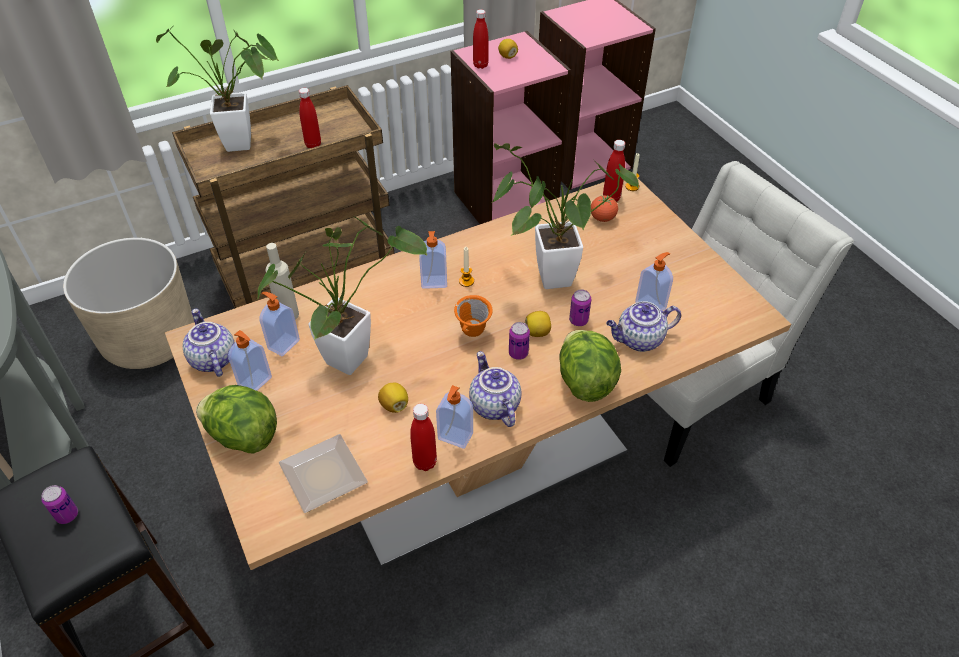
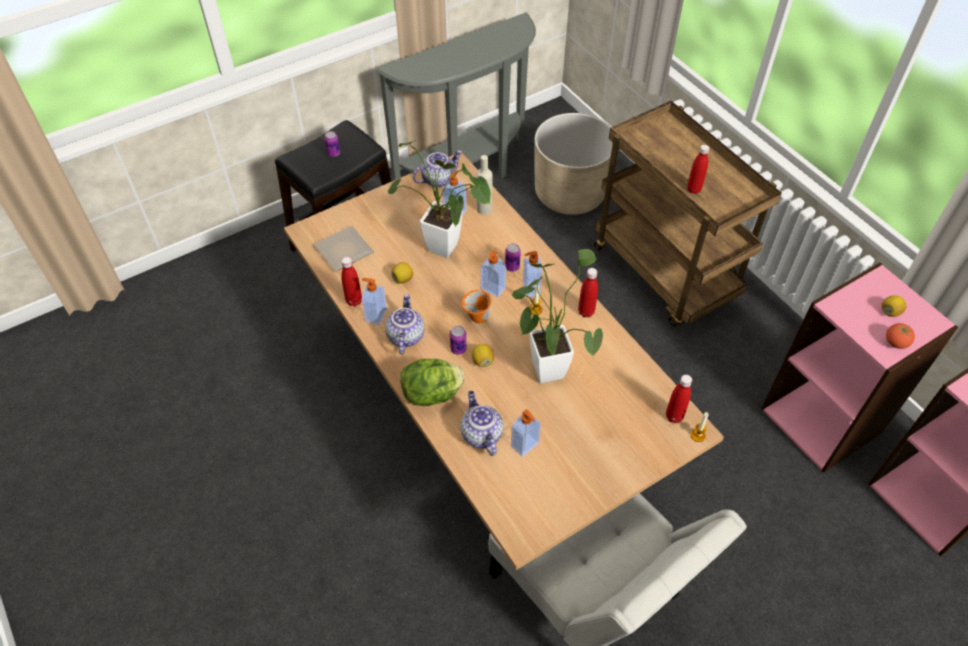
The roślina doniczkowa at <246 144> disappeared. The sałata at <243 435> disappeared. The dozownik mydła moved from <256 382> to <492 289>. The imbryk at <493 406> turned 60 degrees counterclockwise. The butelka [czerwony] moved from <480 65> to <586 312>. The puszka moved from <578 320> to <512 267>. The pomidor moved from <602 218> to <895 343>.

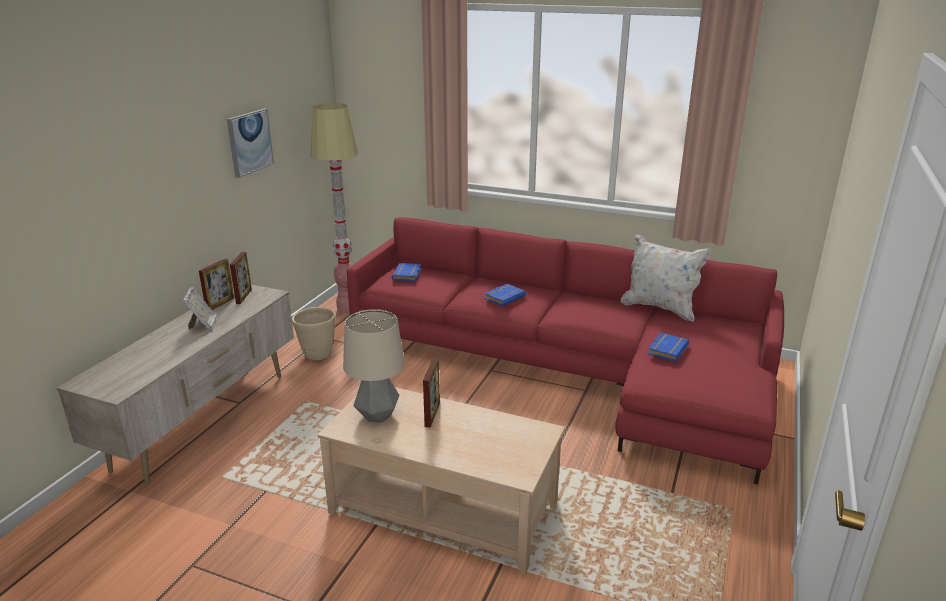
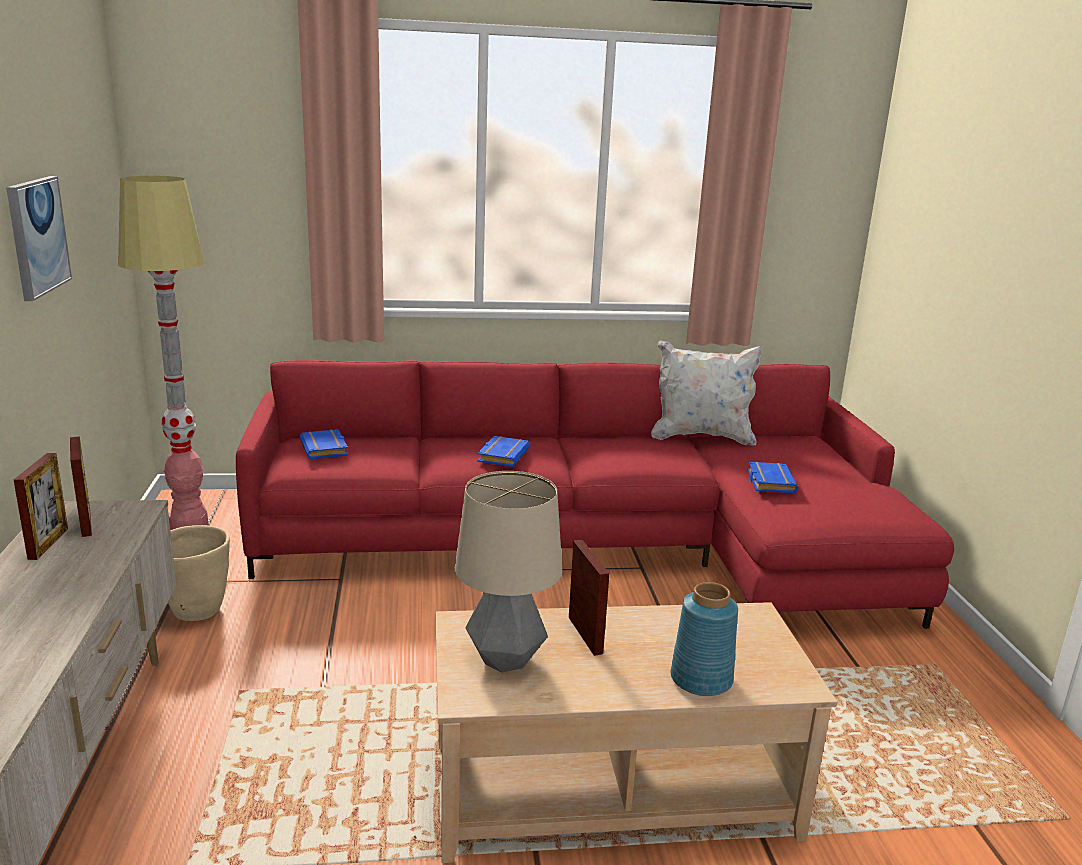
The ramka na zdjęcie at <203 325> disappeared. The wazon [niebieski] at <700 679> appeared.

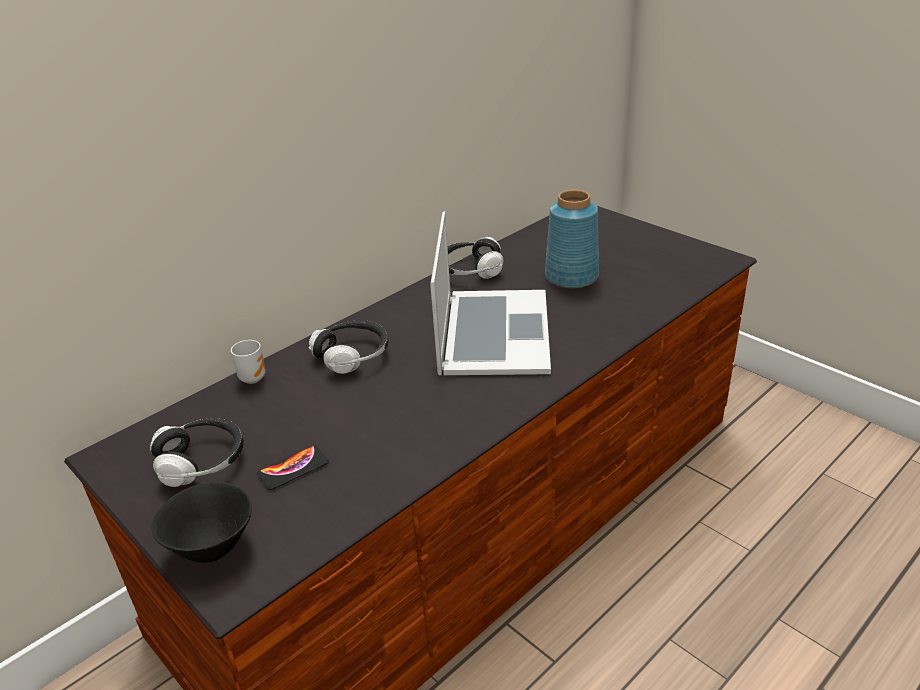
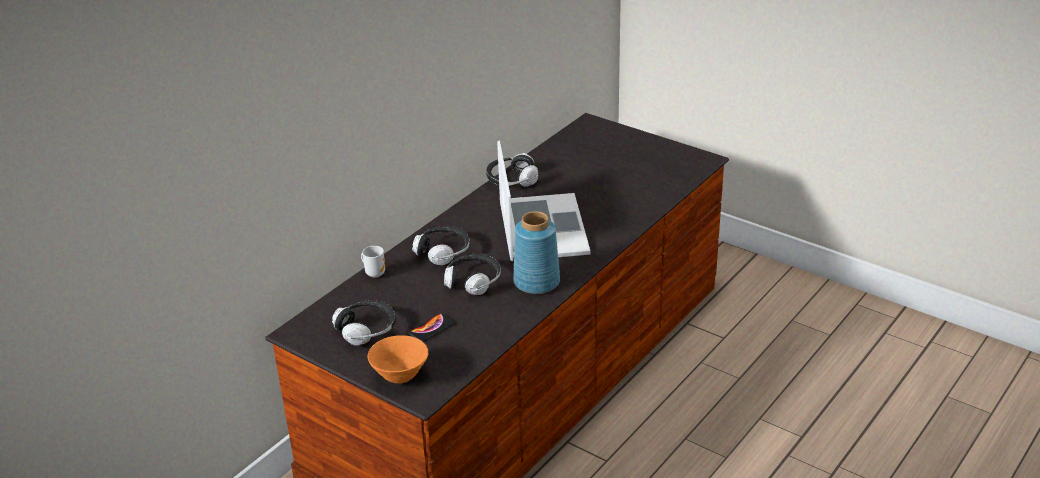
The miska [czarny] at <212 548> became the miska [pomarańczowy] at <400 376>. The wazon [niebieski] moved from <570 277> to <535 282>. The słuchawki at <473 281> appeared.

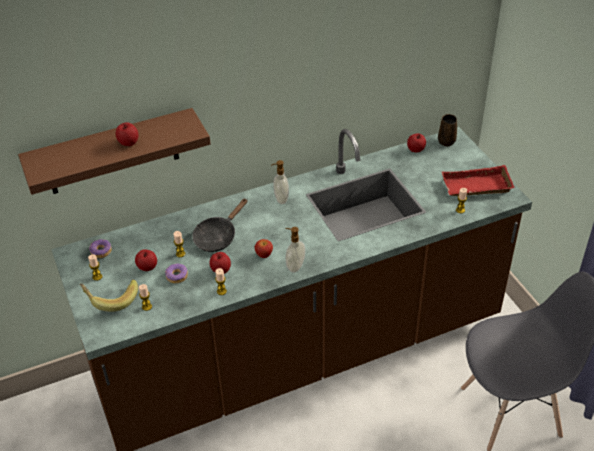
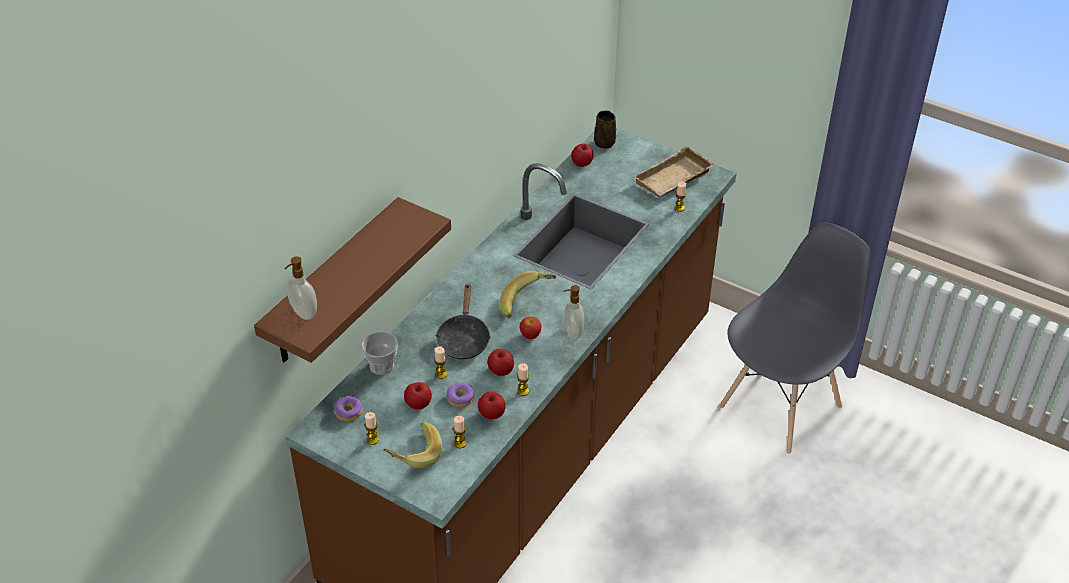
The jabłko moved from <128 142> to <491 414>. The dozownik mydła moved from <280 199> to <303 313>. The taca [czerwony] at <476 187> became the taca [beżowy] at <674 179>. The filiżanka at <381 366> appeared. The banan at <527 303> appeared.

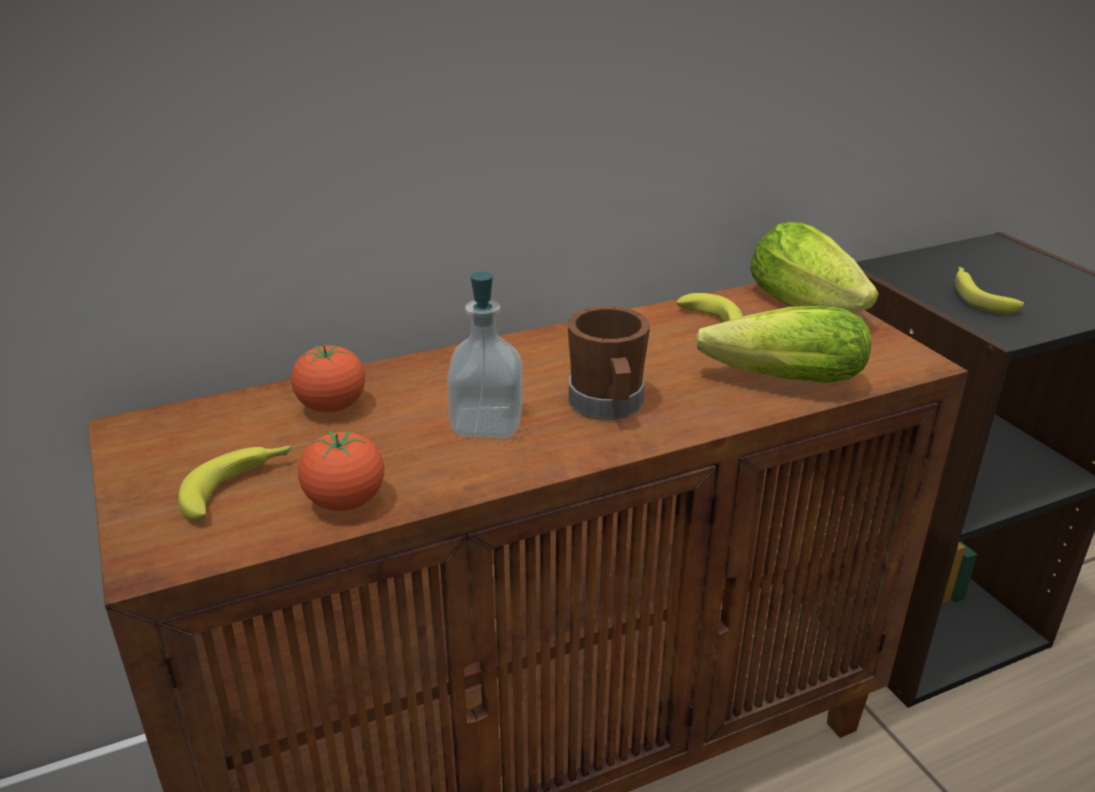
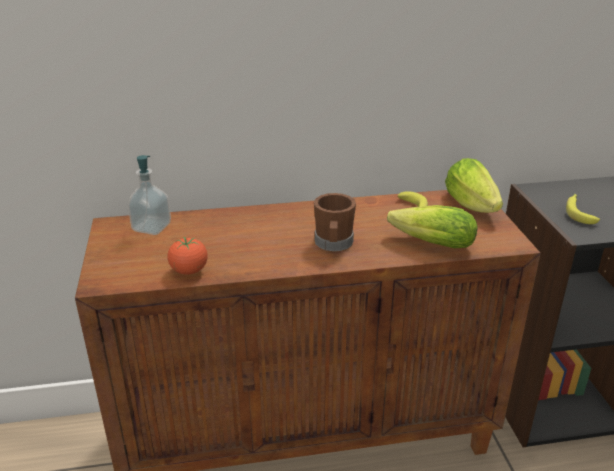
The banan at <239 487> disappeared. The pomidor at <332 407> disappeared. The dozownik mydła moved from <487 424> to <152 227>.

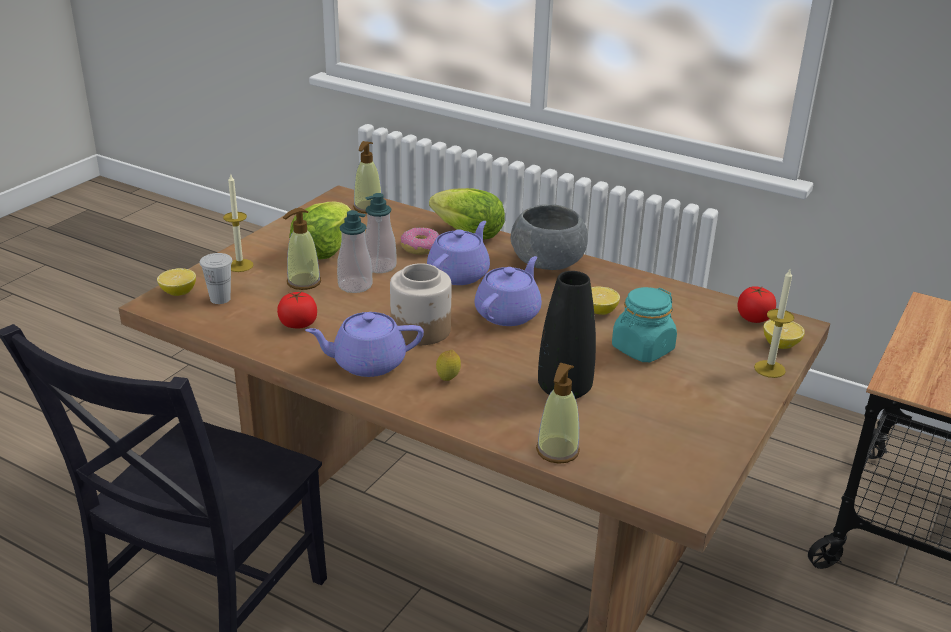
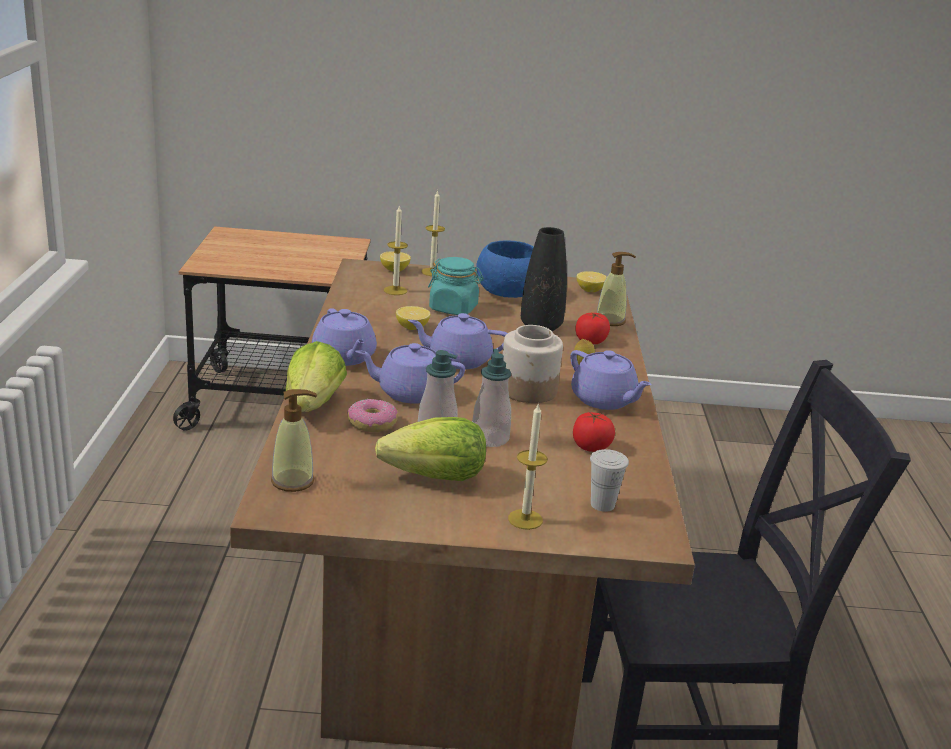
The cytryna moved from <178 292> to <590 290>. The dozownik mydła at <303 282> disappeared. The miska [szary] at <547 263> was replaced by the imbryk [fioletowy] at <344 357>. The pomidor moved from <754 318> to <591 341>. The świeca at <395 290> appeared. The miska [niebieski] at <507 293> appeared.

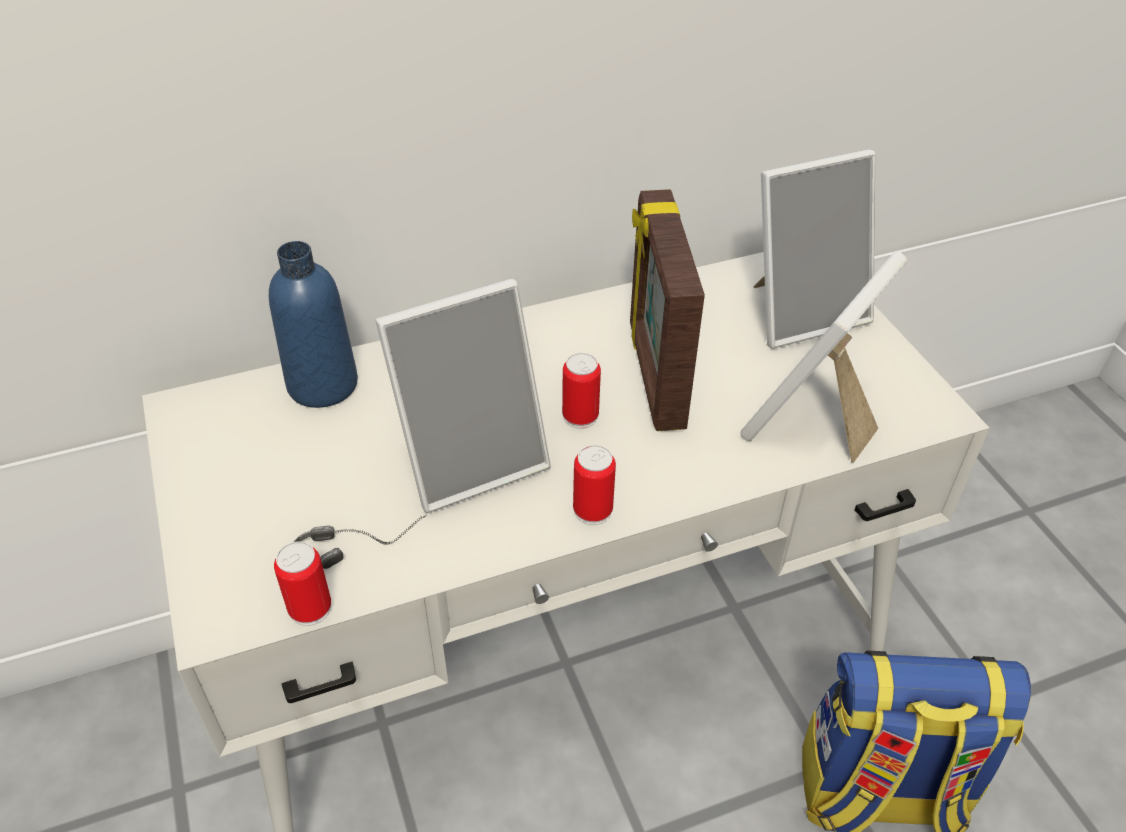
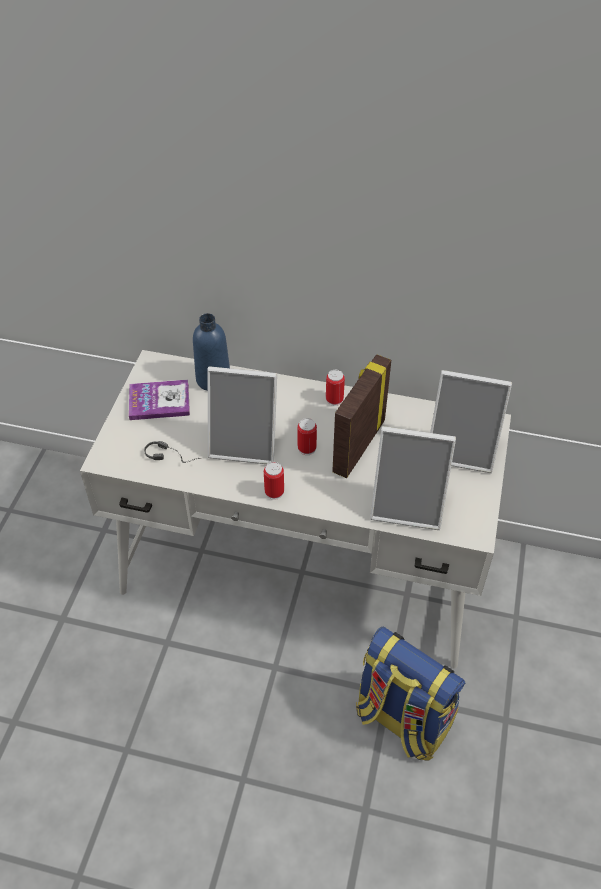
The puszka moved from <310 608> to <334 399>. The ramka na zdjęcie at <811 422> turned 150 degrees counterclockwise. The książka at <159 401> appeared.

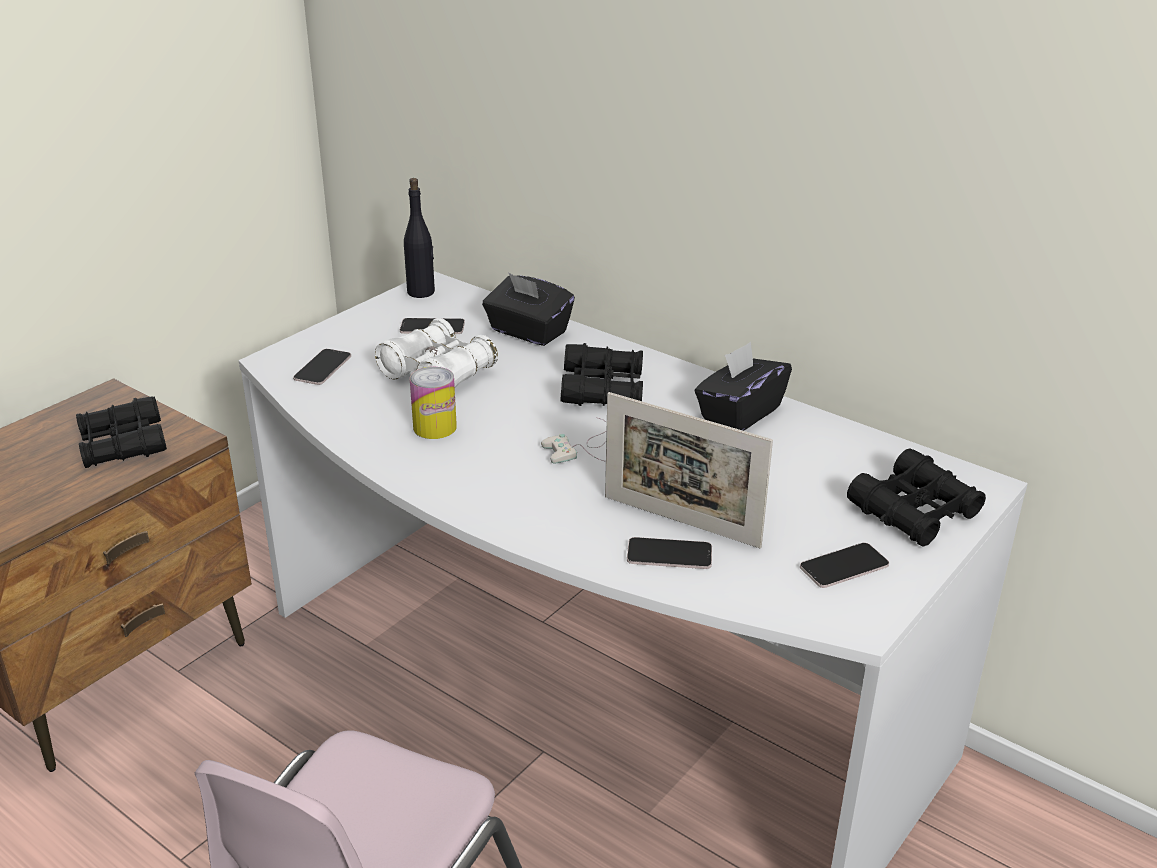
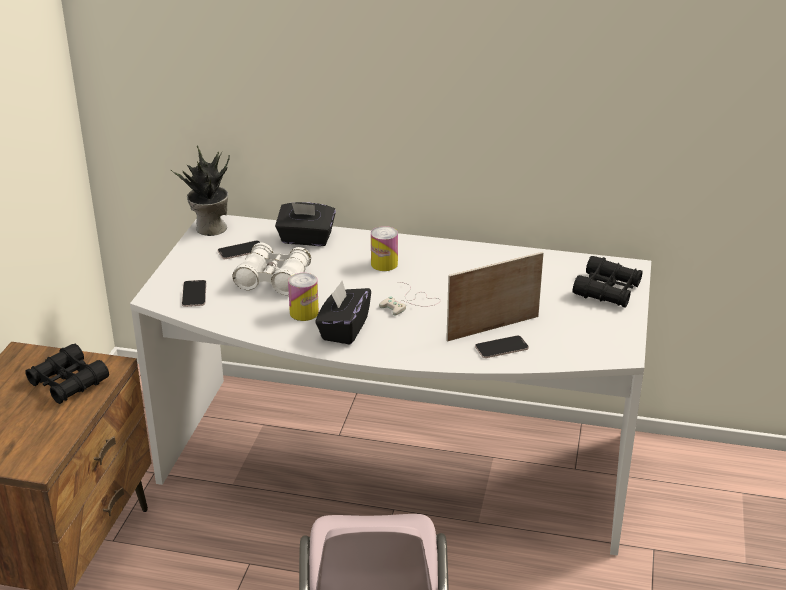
The butelka [czarny] at <421 292> was replaced by the roślina doniczkowa at <210 228>. The lornetka [czarny] at <603 388> was replaced by the puszka at <384 264>. The ramka na zdjęcie at <681 521> turned 150 degrees clockwise. The pudełko chusteczek [czarny] moved from <739 413> to <343 329>. The telefon at <844 566> disappeared.

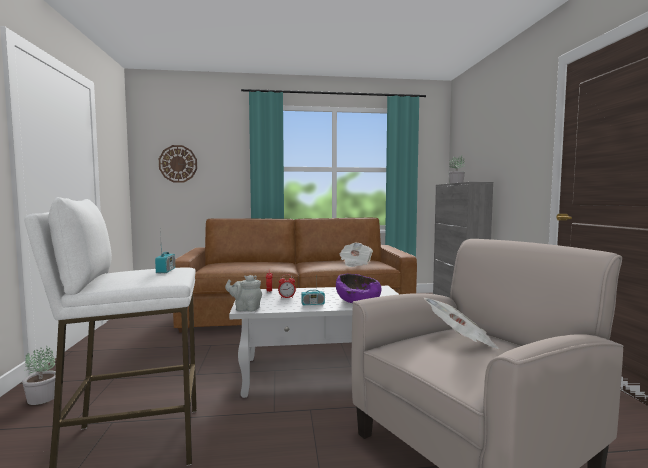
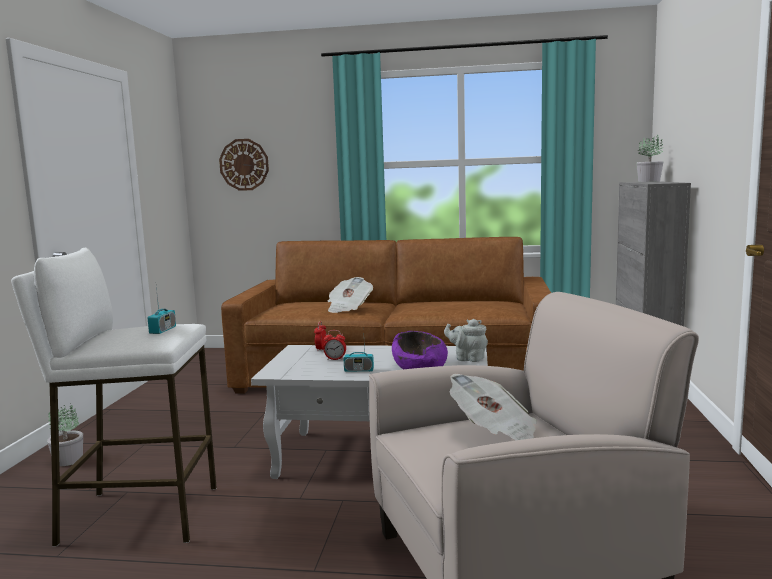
The imbryk [szary] moved from <245 309> to <468 358>. The gazeta moved from <355 264> to <348 308>.

